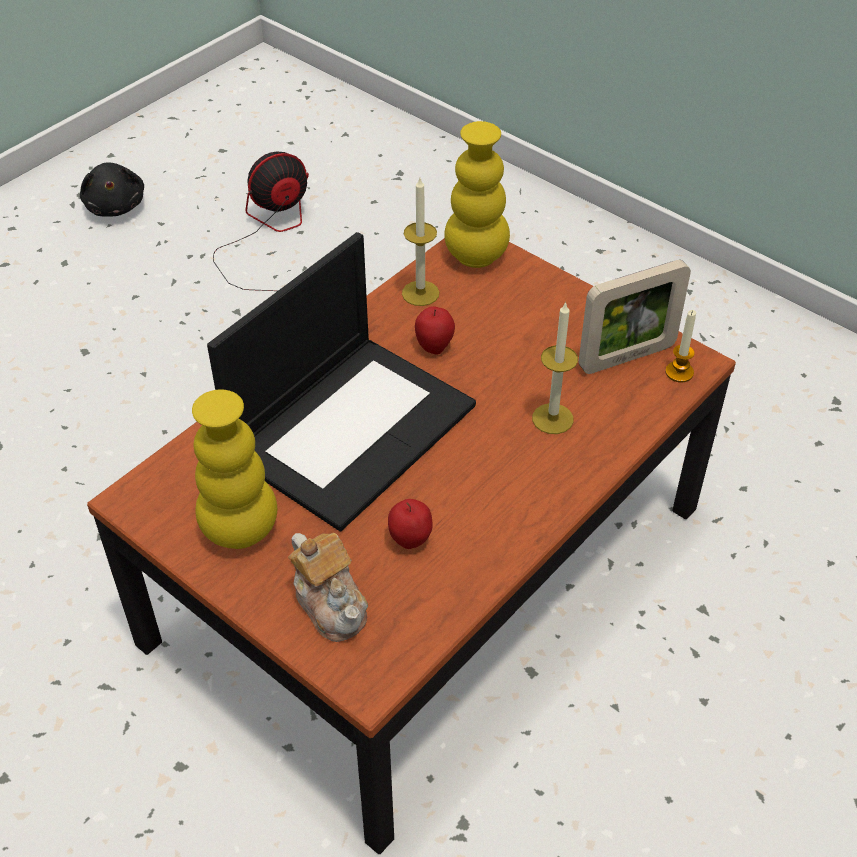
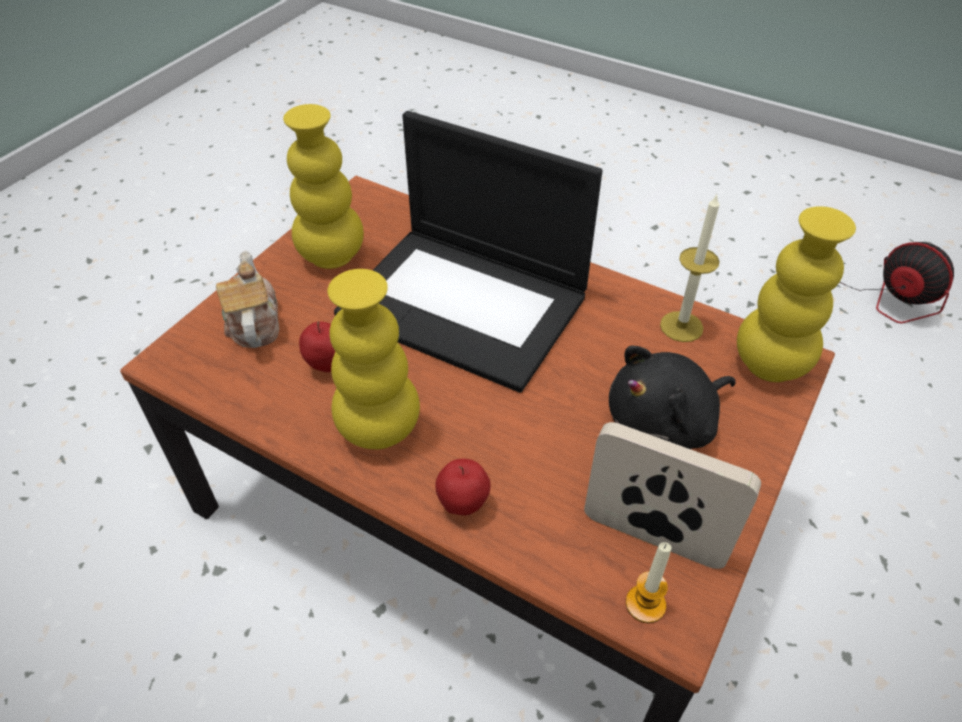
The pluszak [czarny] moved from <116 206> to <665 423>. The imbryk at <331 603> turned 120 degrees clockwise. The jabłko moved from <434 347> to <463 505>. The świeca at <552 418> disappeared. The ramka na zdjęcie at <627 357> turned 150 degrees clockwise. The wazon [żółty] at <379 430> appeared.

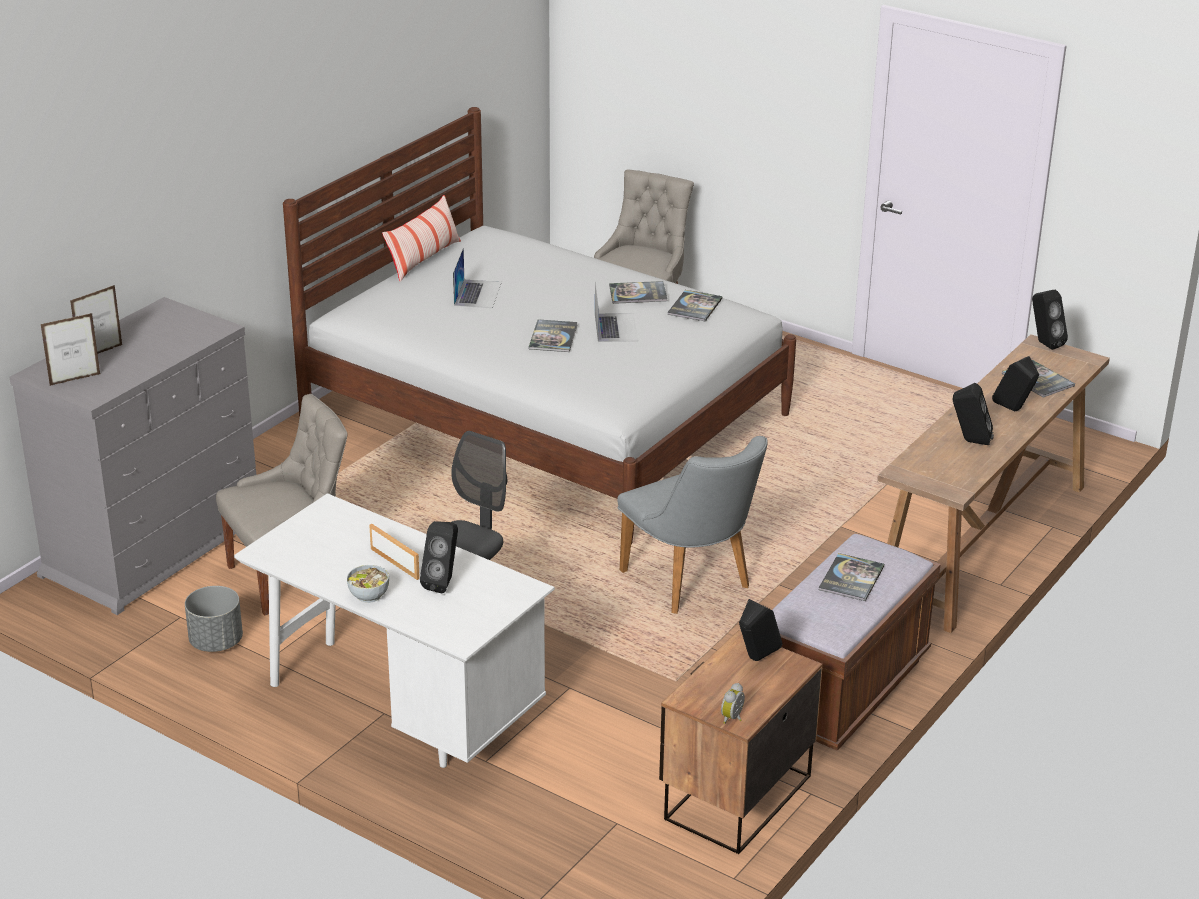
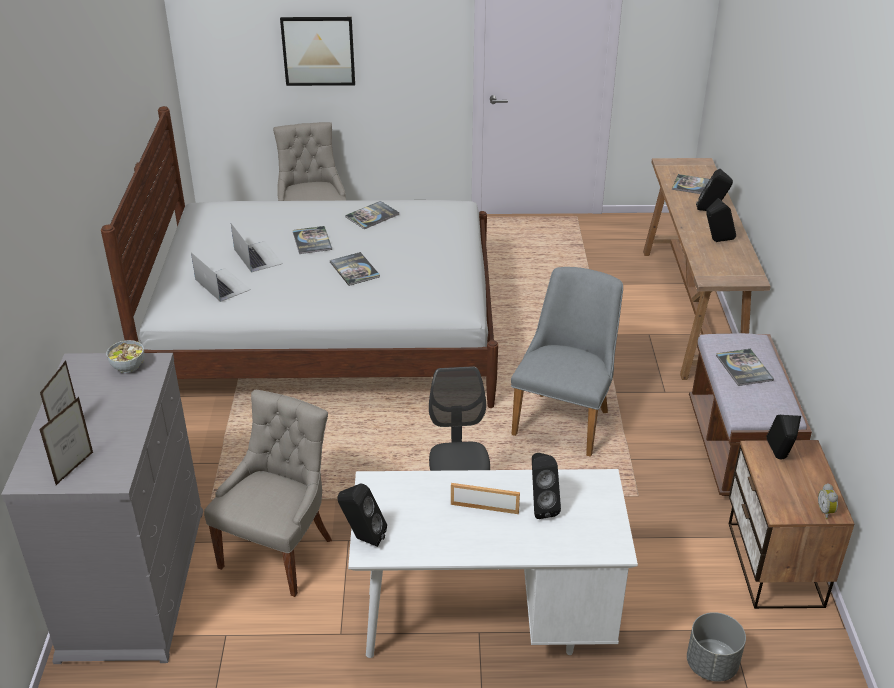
The donica [szary] moved from <216 642> to <711 665>. The miska moved from <368 596> to <128 367>. The poduszka at <424 259> disappeared. The laptop moved from <615 327> to <222 284>. The krzesło [szary] at <693 585> turned 90 degrees counterclockwise. The książka moved from <695 307> to <312 241>. The głośnik [czarny] moved from <1044 344> to <362 538>. The obraz at <318 51> appeared.

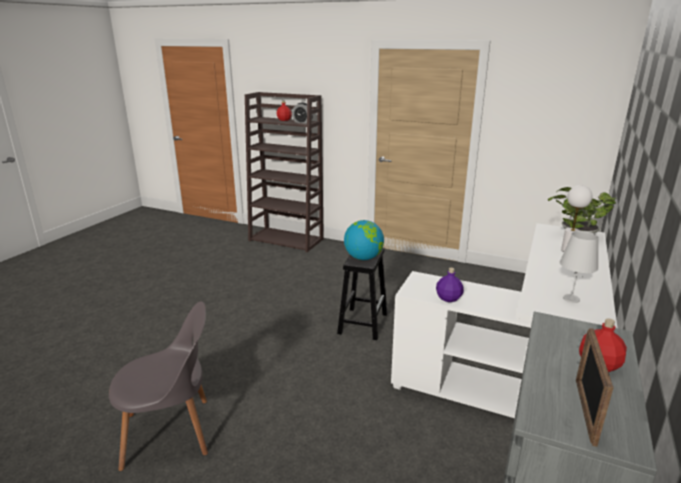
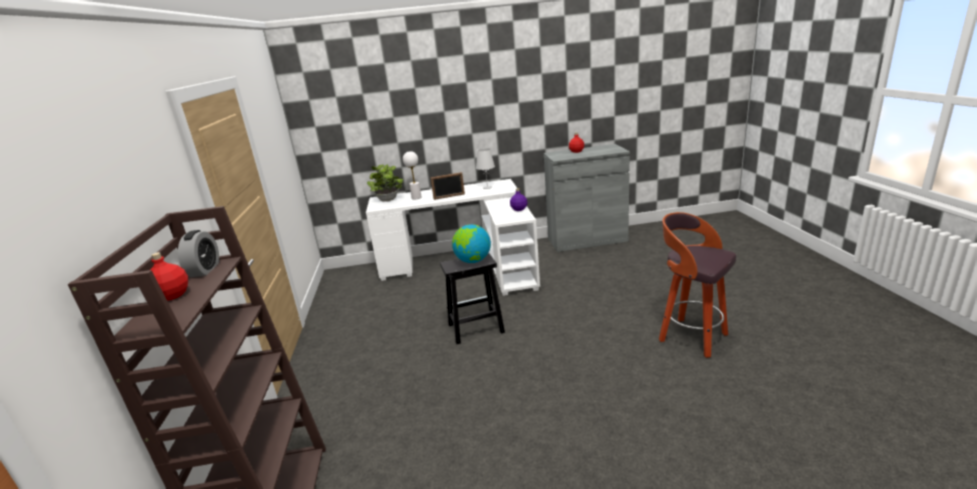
The krzesło [szary] at <172 432> was replaced by the stołek at <691 337>. The ramka na zdjęcie moved from <585 410> to <449 196>.

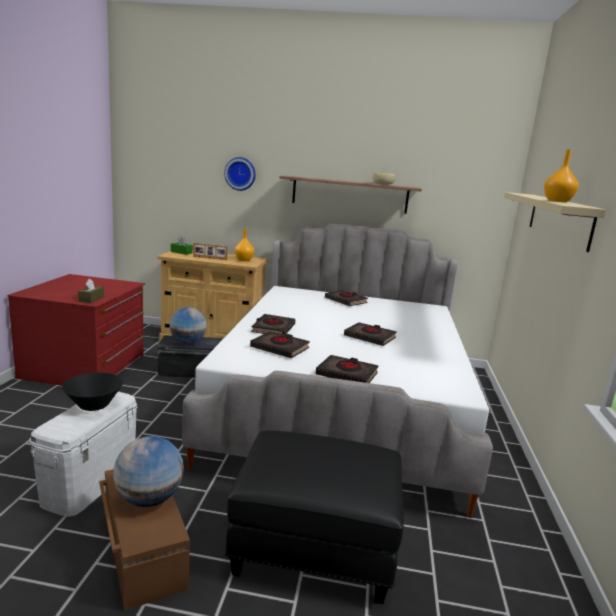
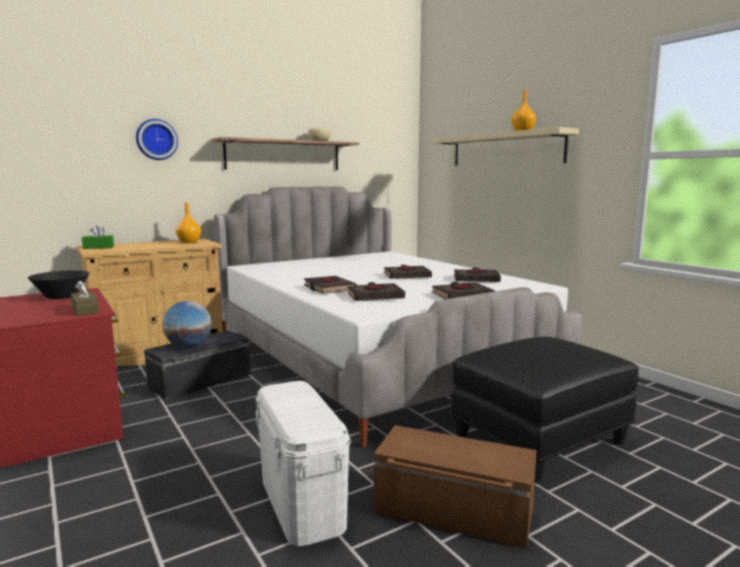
The miska [czarny] moved from <93 405> to <61 297>. The globus at <149 499> disappeared. The ramka na zdjęcie at <210 258> disappeared. The książka [czarny] moved from <346 301> to <476 279>.

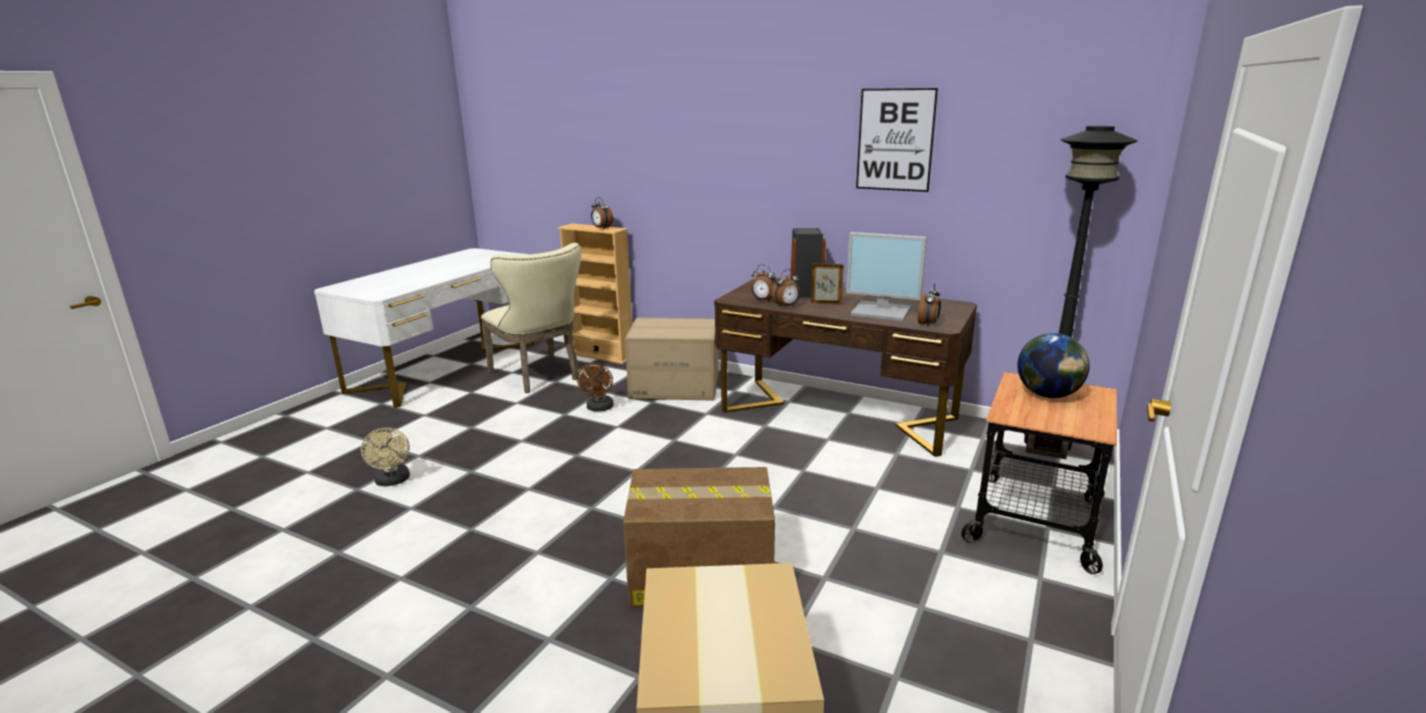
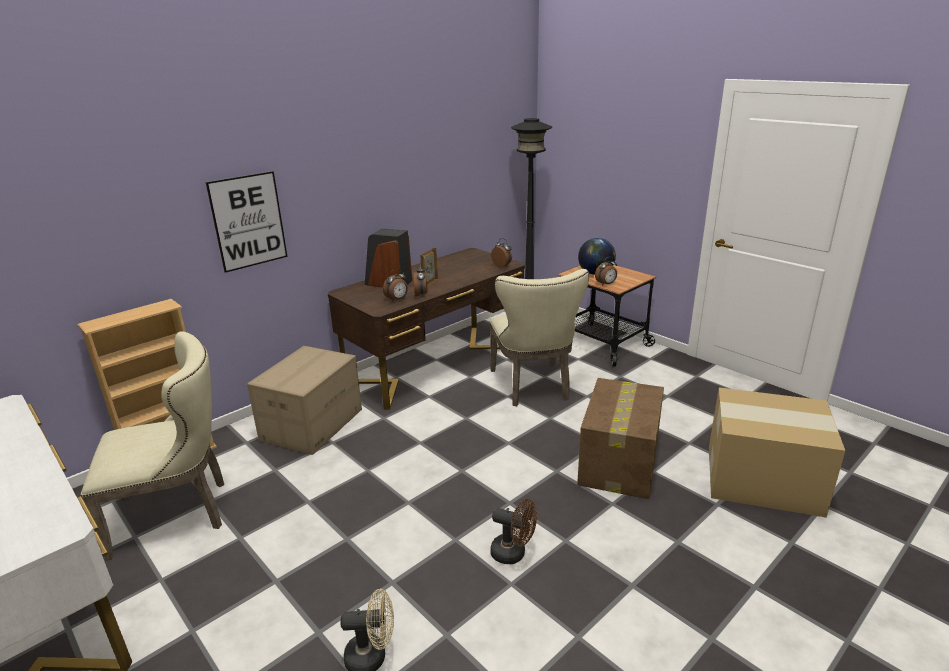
The wentylator [brązowy] moved from <599 408> to <513 553>. The budzik moved from <601 228> to <606 284>. The monitor at <882 311> disappeared. The obraz moved from <895 140> to <248 221>. The krzesło [beżowy] at <533 387> appeared.

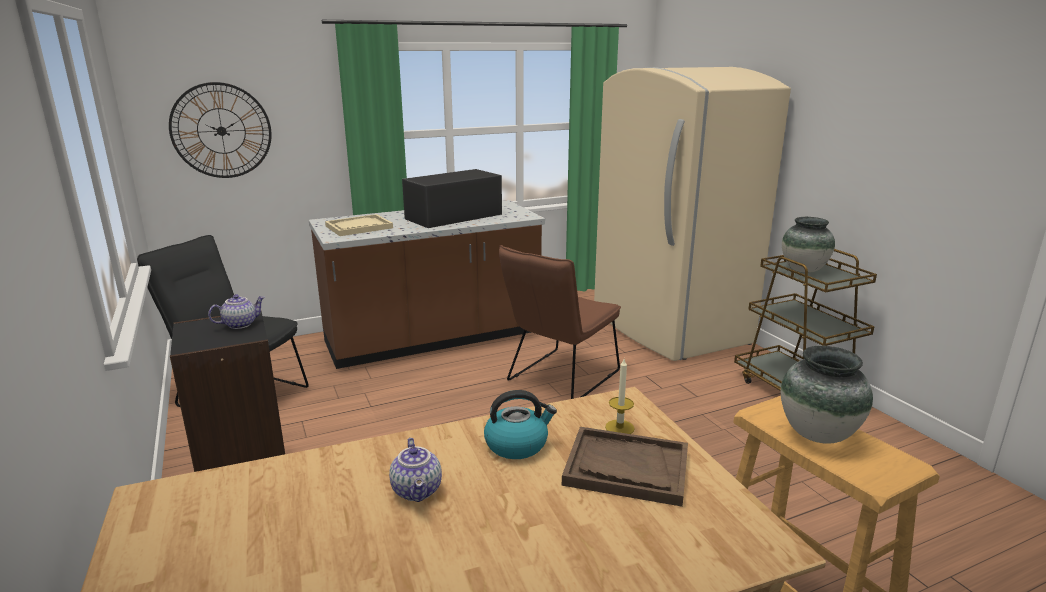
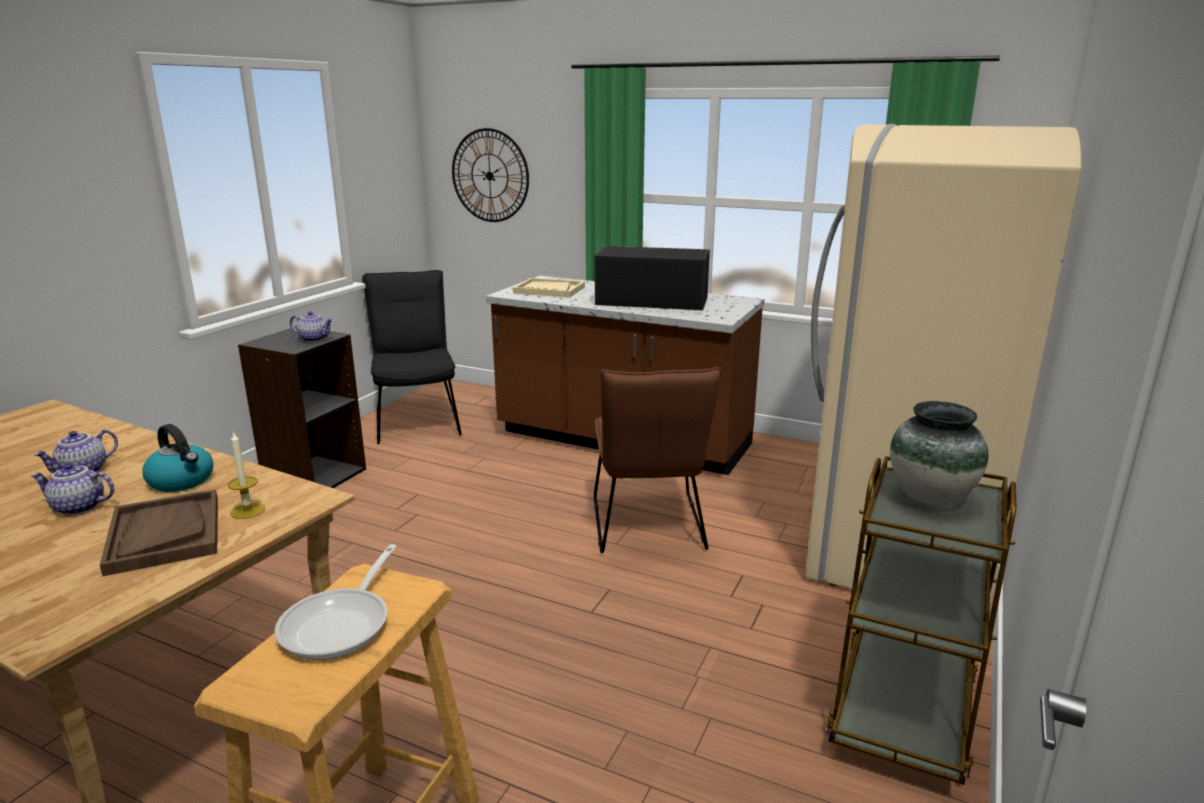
The krzesło [brązowy] at <559 379> turned 90 degrees counterclockwise. The wazon at <817 434> was replaced by the patelnia at <341 624>. The imbryk at <77 508> appeared.

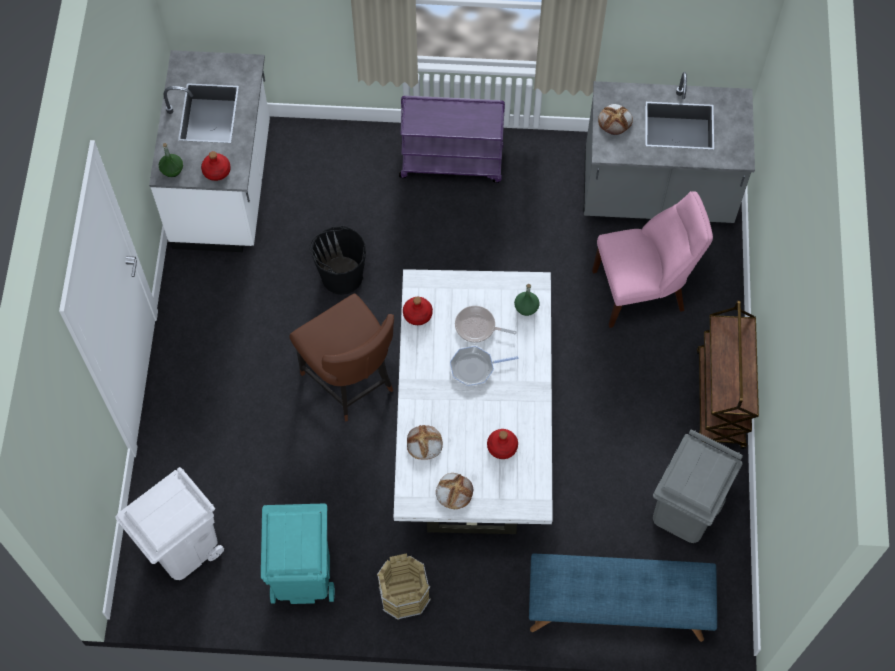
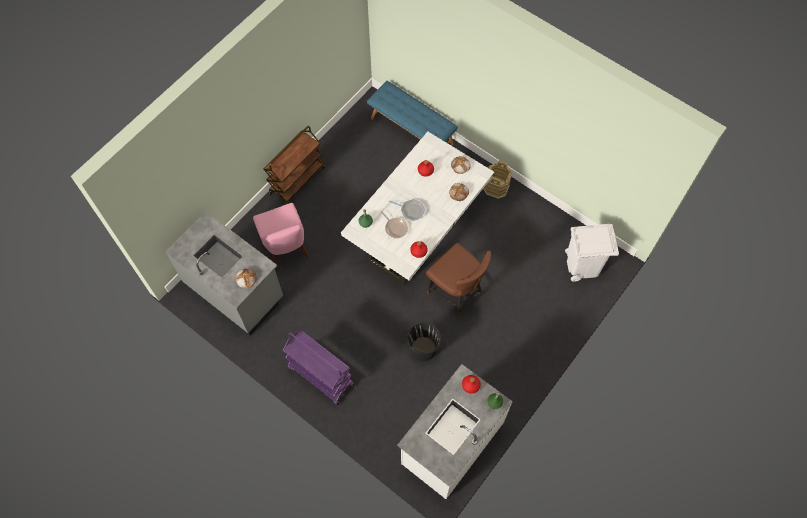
The kosz na śmieci [turkusowy] at <302 576> disappeared. The krzesło [brązowy] at <350 381> turned 135 degrees clockwise. The krzesło [różowy] at <643 290> turned 135 degrees counterclockwise. The kosz na śmieci [szary] at <685 511> disappeared.

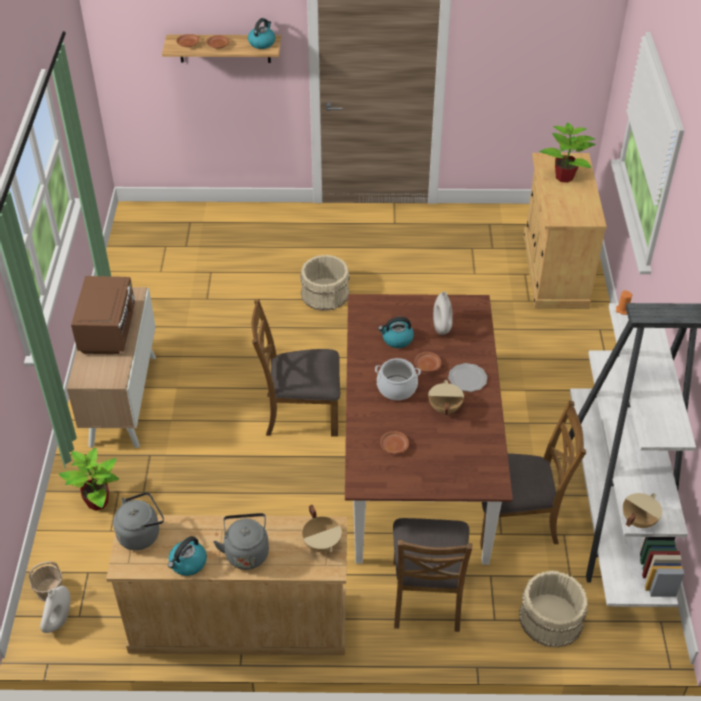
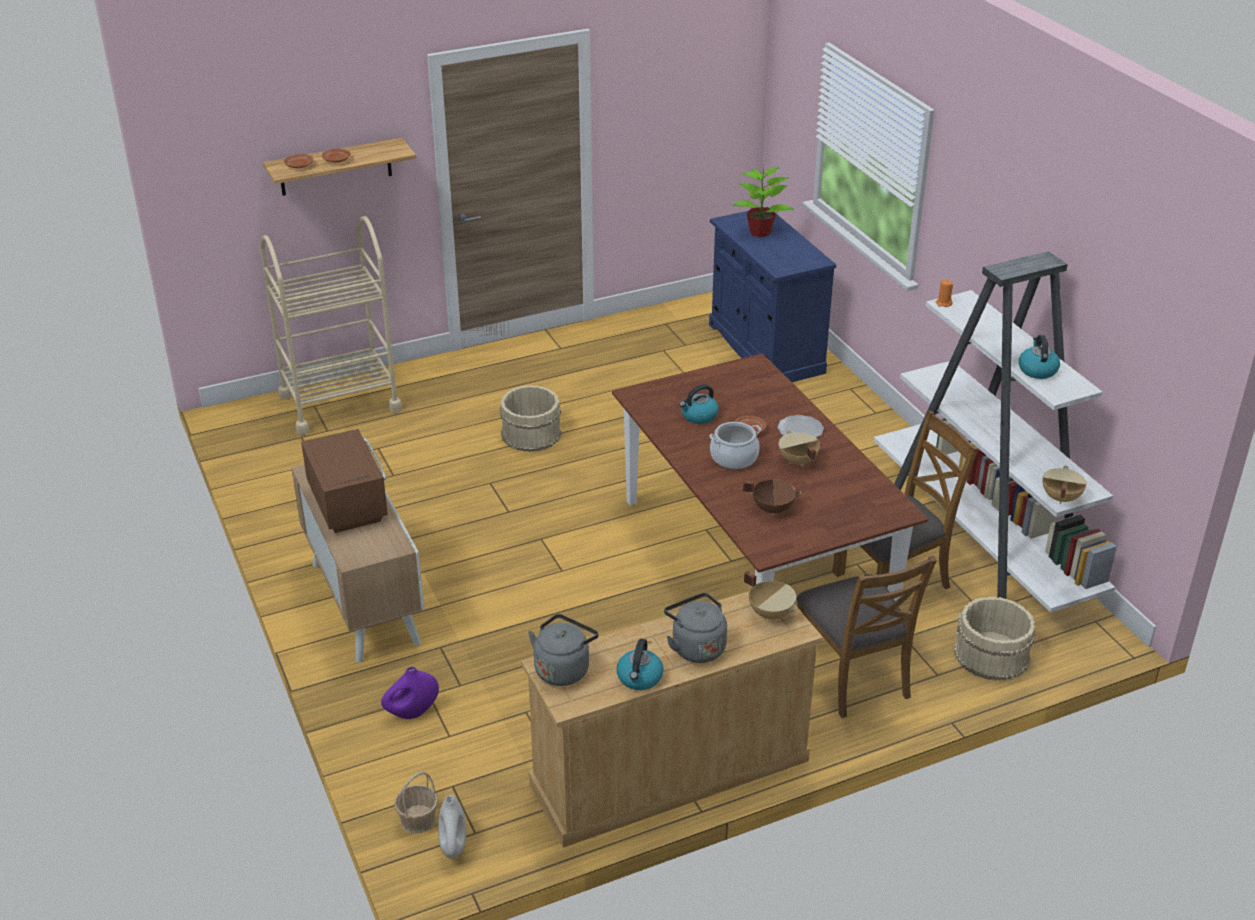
The roślina doniczkowa at <98 502> was replaced by the wazon [fioletowy] at <412 713>. The czajnik moved from <262 43> to <1037 370>. The krzesło [brązowy] at <301 413> disappeared. The talerz [brązowy] at <394 445> was replaced by the garnek [brązowy] at <772 508>. The wazon [biały] at <442 328> disappeared. The szafka [beżowy] at <554 270> became the szafka [niebieski] at <765 348>. The wózek [beżowy] at <340 402> appeared.

